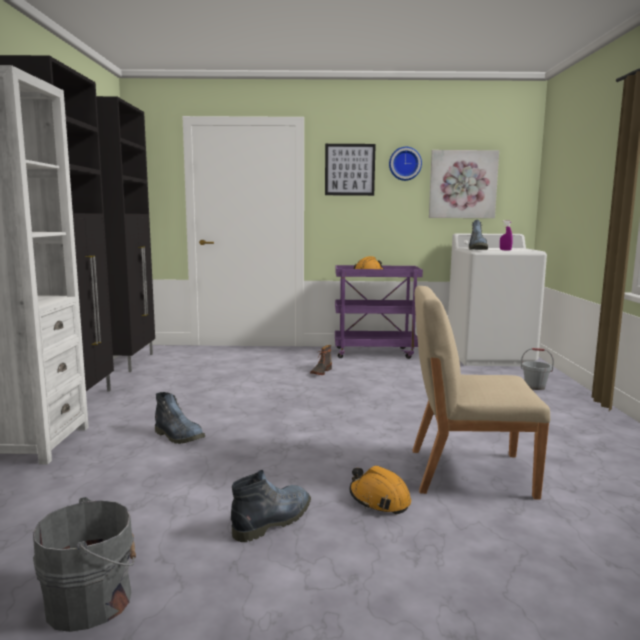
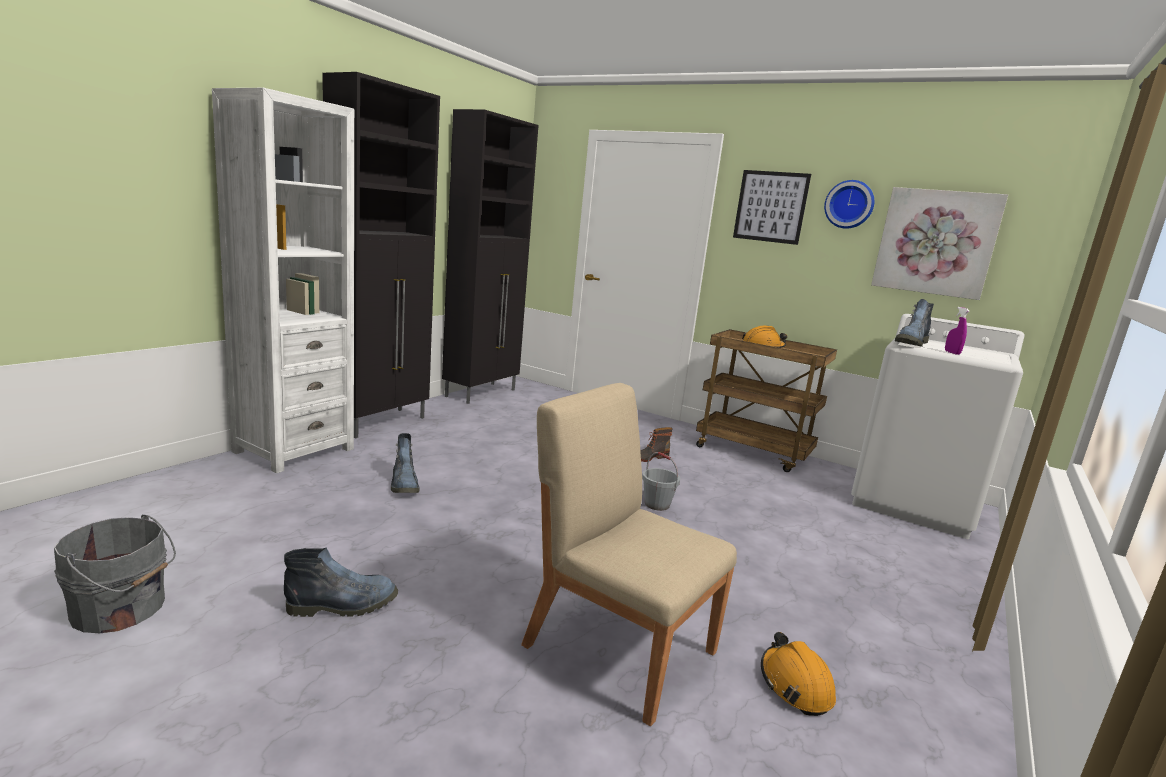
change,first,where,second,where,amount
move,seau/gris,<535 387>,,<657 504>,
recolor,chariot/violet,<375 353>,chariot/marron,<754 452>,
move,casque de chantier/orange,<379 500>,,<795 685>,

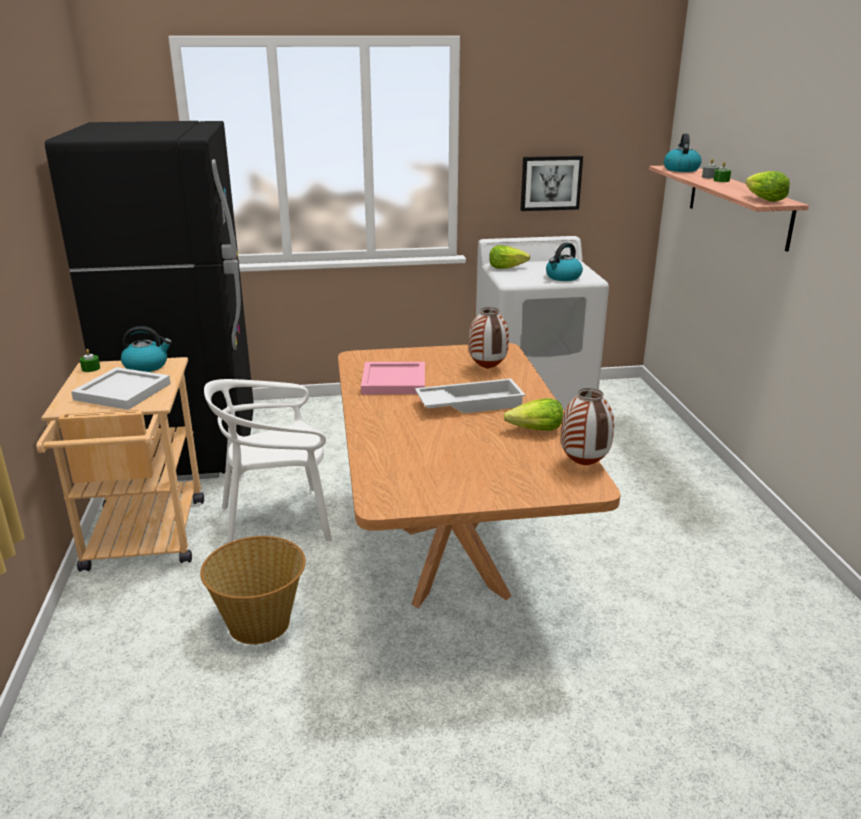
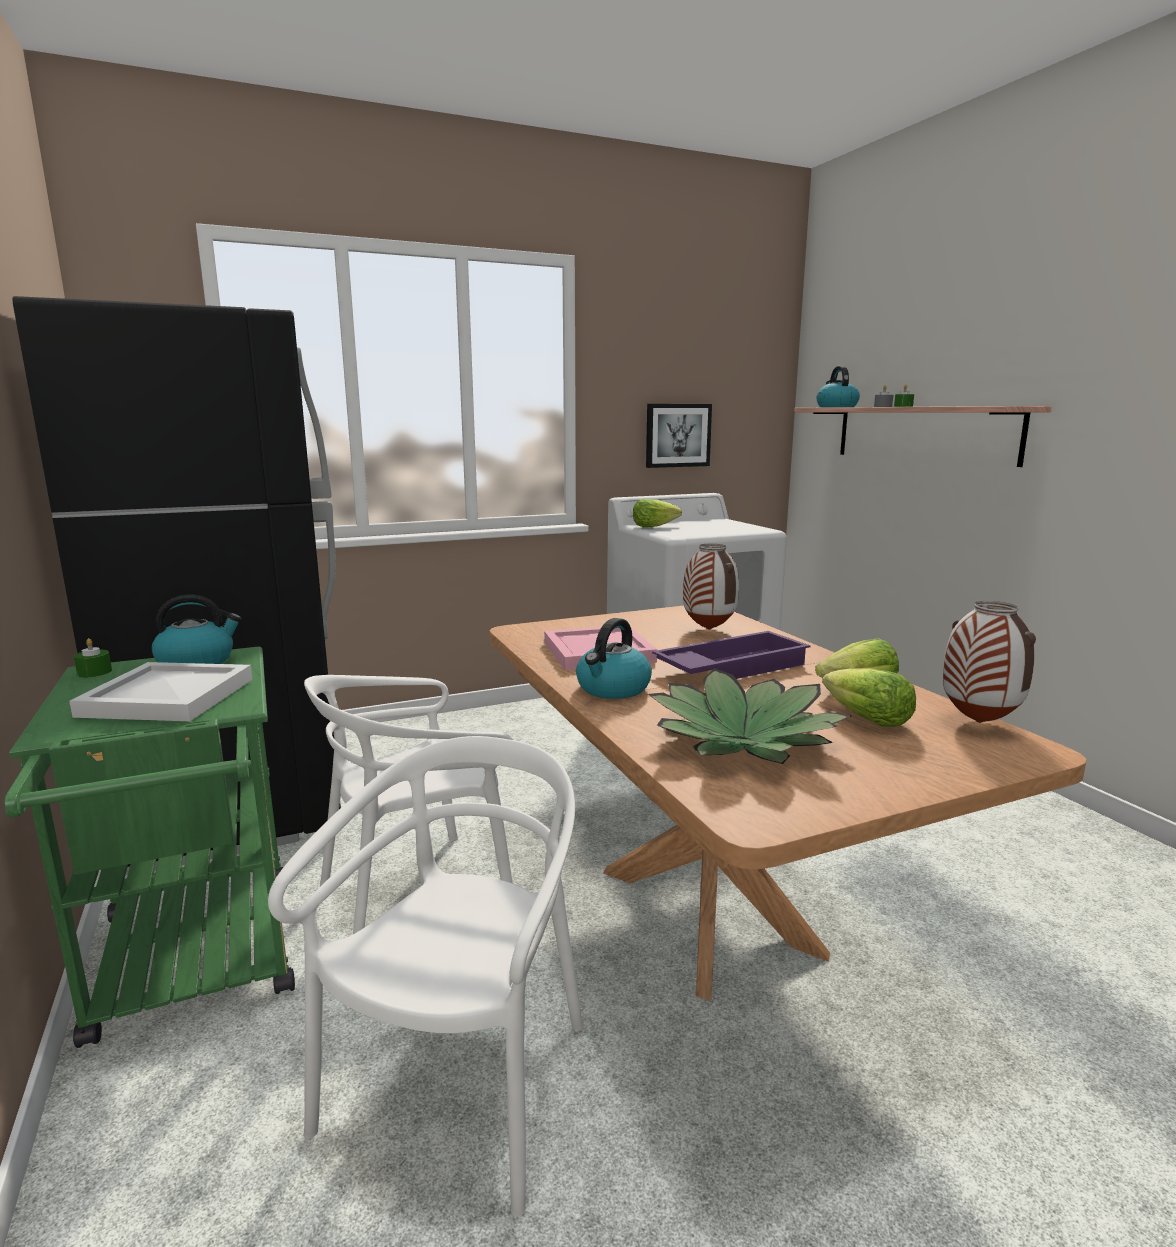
change,first,where,second,where,amount
recolor,chariot/beige,<144 542>,chariot/vert,<196 967>,
replace,panier,<260 622>,chaise/blanc,<462 1084>,
move,bouilloire,<563 277>,,<613 689>,
insert,,,plante en pot,<743 739>,
recolor,plateau/blanc,<470 403>,plateau/violet,<731 667>,
move,laitue,<763 199>,,<865 719>,

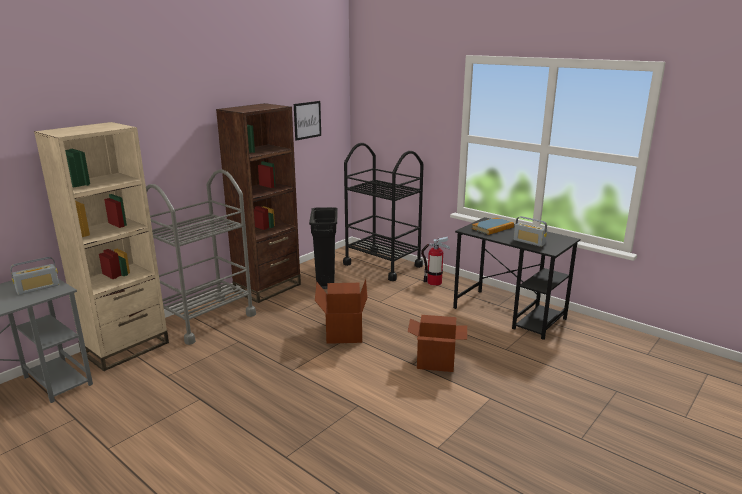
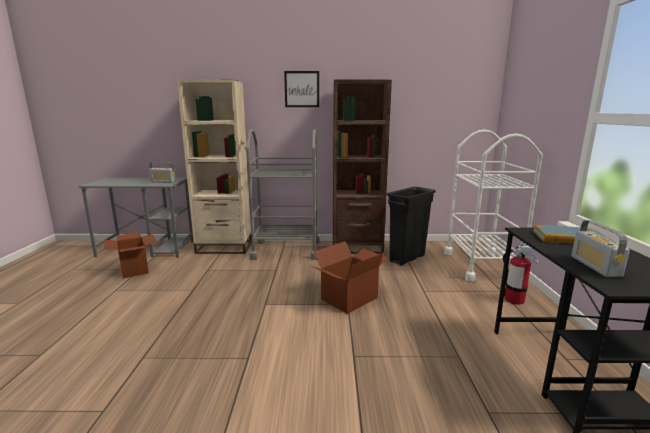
change,first,where,second,where,amount
move,carton,<436 362>,,<134 270>,
move,tableau,<307 120>,,<302 89>,
recolor,chariot/noir,<382 265>,chariot/blanc,<481 266>,

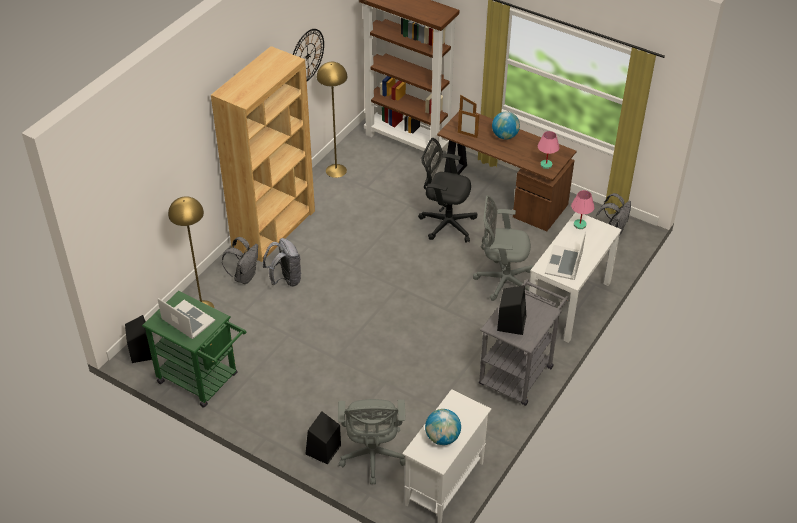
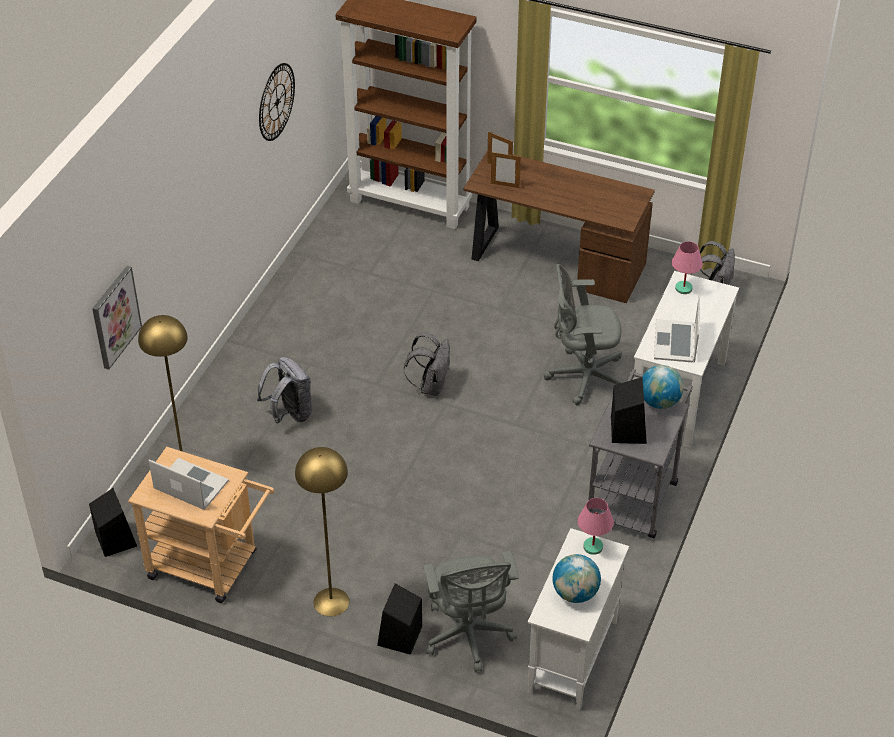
change,first,where,second,where,amount
insert,,,tableau,<115 317>,
recolor,chariot/vert,<203 380>,chariot/beige,<211 567>,
move,lampadaire/jaune,<336 170>,,<331 602>,
move,sac à dos/gris,<244 276>,,<431 386>,
move,lampe de table/rose,<546 165>,,<593 547>,
move,globe,<505 136>,,<659 402>,
delete,bibliothèque/marron,<274 229>,,,
delete,chaise de bureau/noir,<445 223>,,,

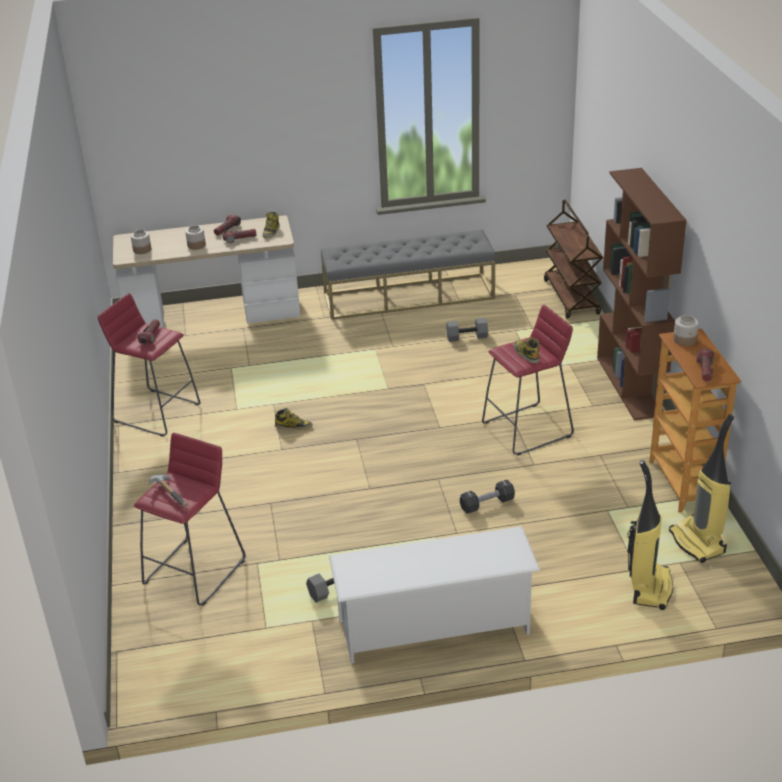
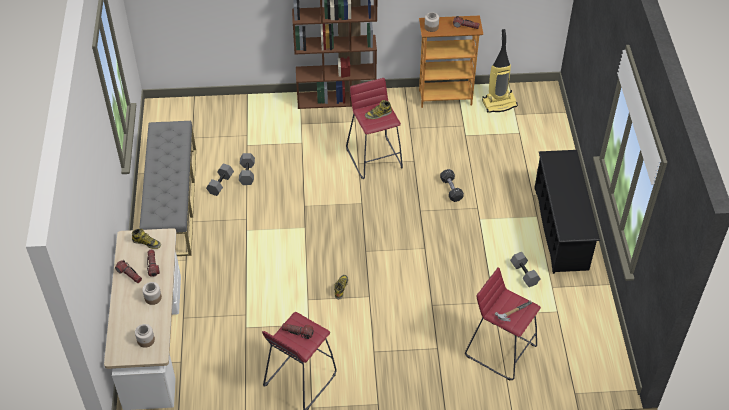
change,first,where,second,where,amount
insert,,,haltère/gris,<220 183>,
recolor,étagère à chaussures/blanc,<434 627>,étagère à chaussures/noir,<561 228>,
delete,chariot/marron,<572 297>,,,
delete,aspirateur,<649 587>,,,

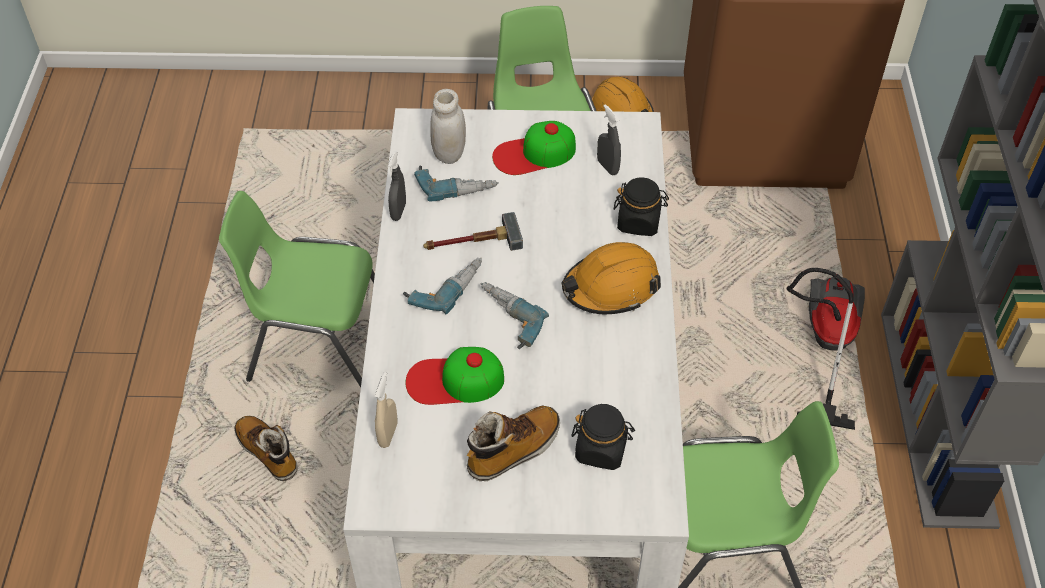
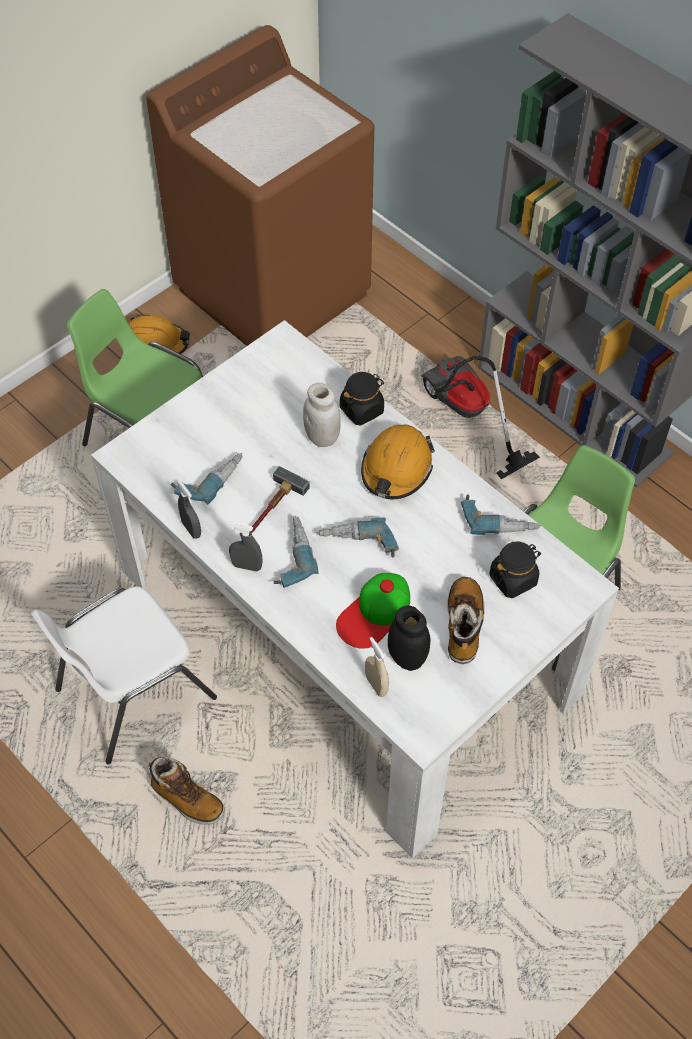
change,first,where,second,where,amount
recolor,chaise/vert,<319 346>,chaise/blanc,<132 693>,
rotate,botte,<268 452>,,<187 799>,150 degrees counterclockwise
move,vaporisateur/gris,<607 167>,,<247 566>,
move,bocal/blanc,<449 154>,,<322 437>,
insert,,,bocal/noir,<407 657>,
insert,,,perceuse,<499 519>,
delete,casquette,<534 154>,,,

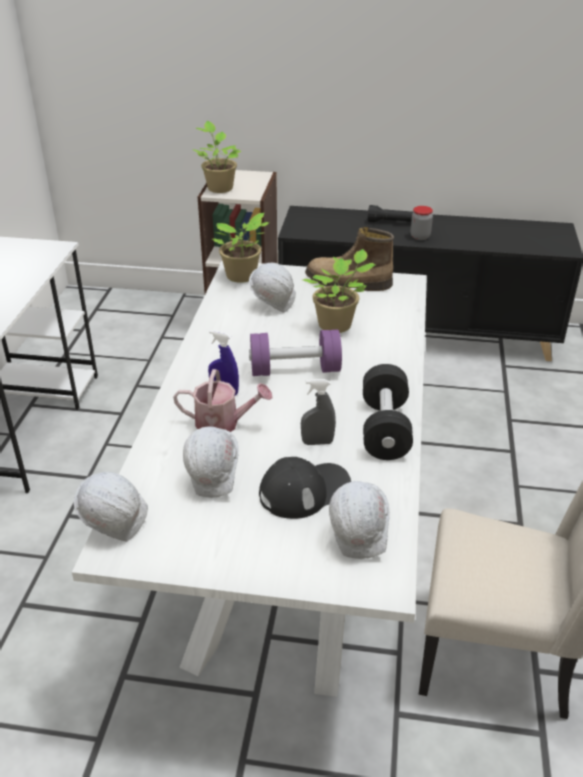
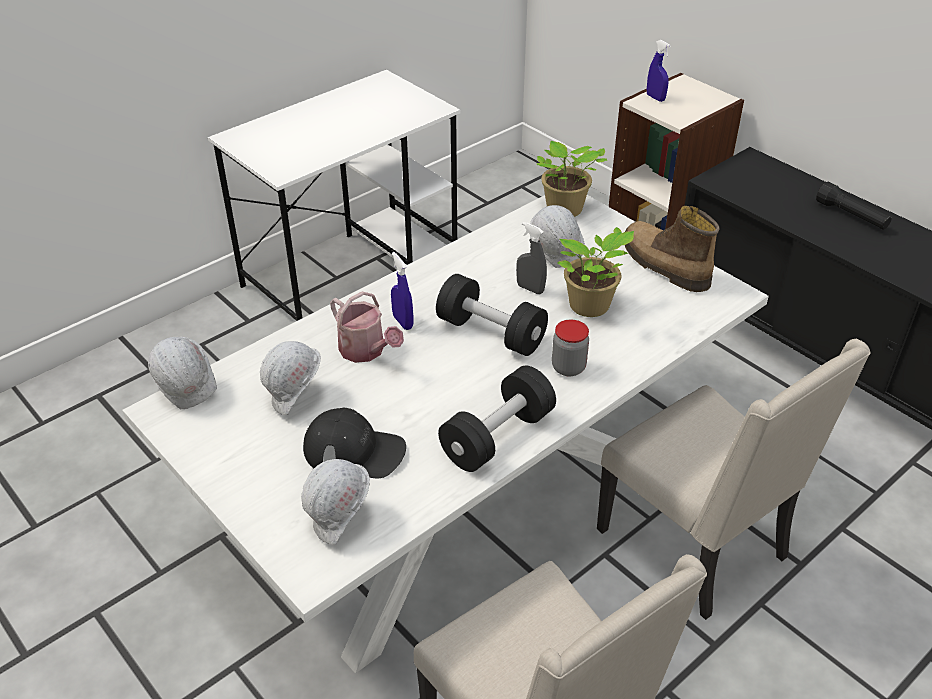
change,first,where,second,where,amount
recolor,haltère/violet,<295 370>,haltère/noir,<491 333>,
move,vaporisateur/gris,<317 442>,,<530 289>,
move,bocal,<420 237>,,<568 367>,
insert,,,chaise/beige,<696 545>,
replace,plante en pot,<219 187>,vaporisateur/bleu,<655 98>,

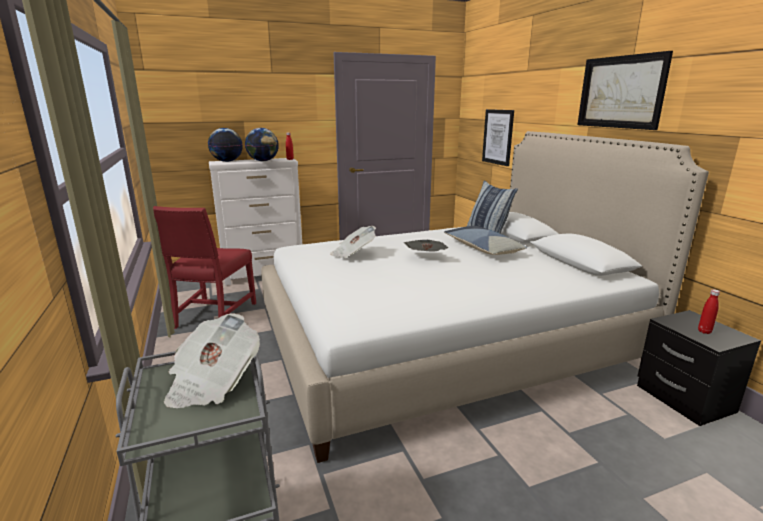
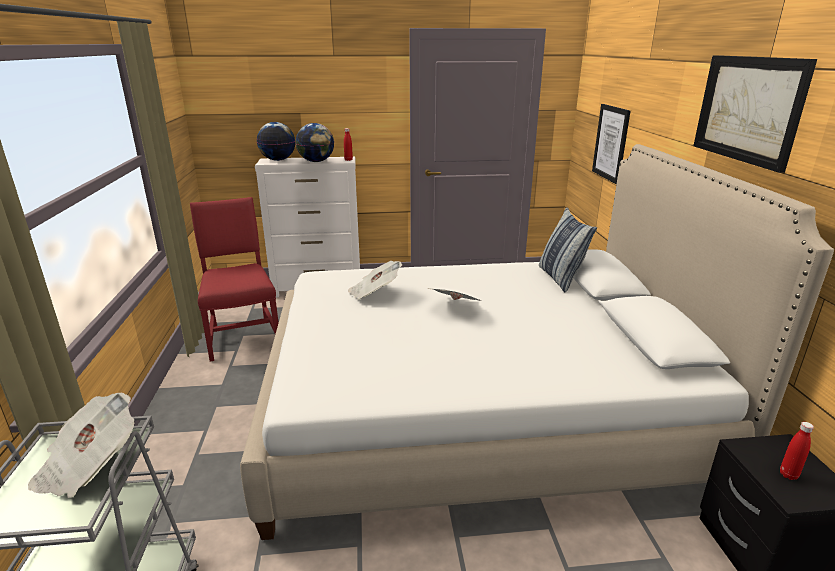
change,first,where,second,where,amount
rotate,chaise/rouge,<213 316>,,<243 335>,135 degrees clockwise
delete,coussin,<482 248>,,,

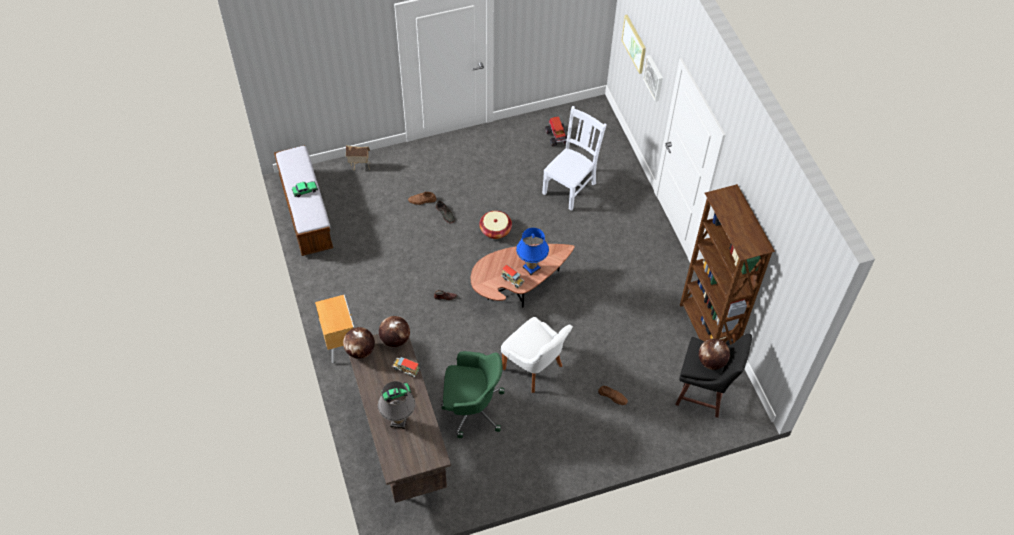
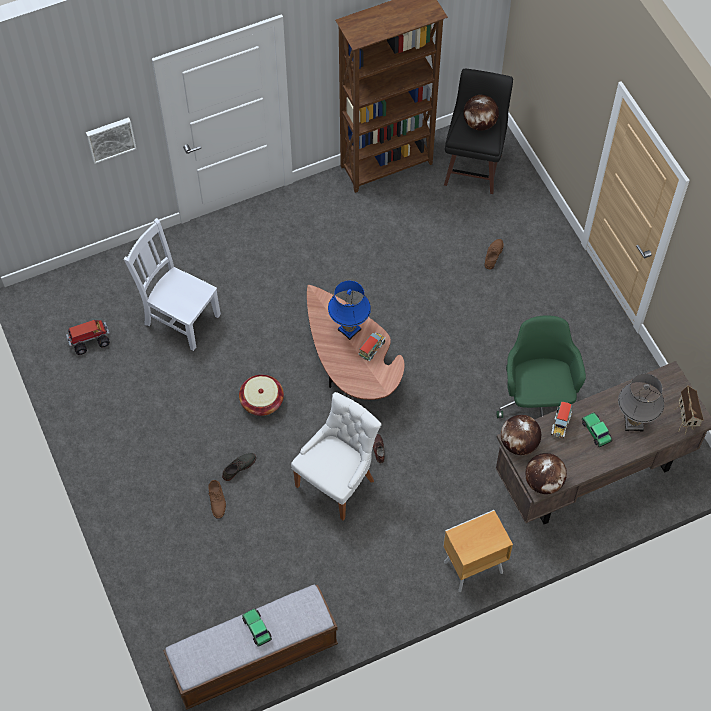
change,first,where,second,where,amount
move,chaise/blanc,<534 368>,,<337 481>,
move,maison miniature,<359 167>,,<685 422>,
delete,tableau,<634 43>,,,

